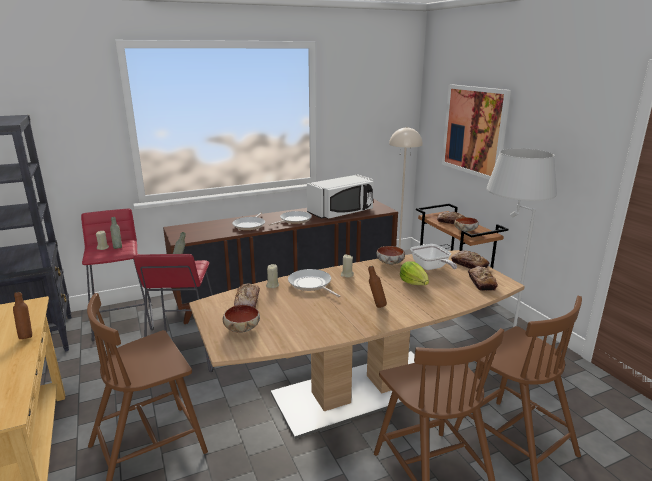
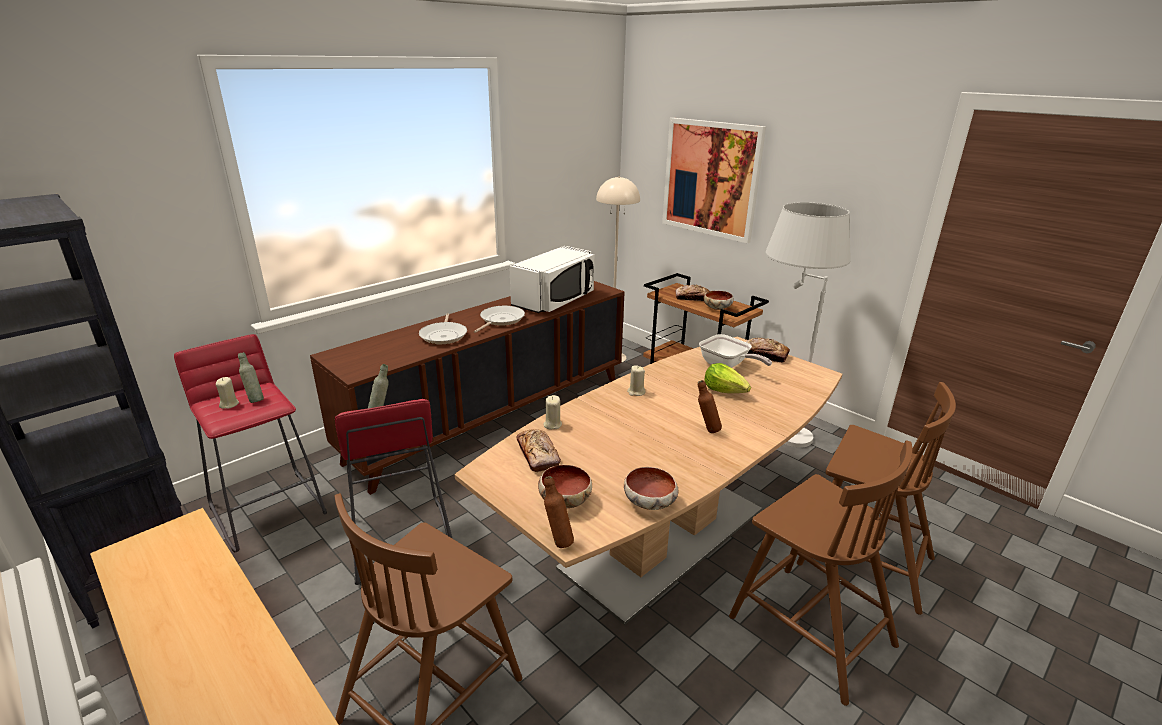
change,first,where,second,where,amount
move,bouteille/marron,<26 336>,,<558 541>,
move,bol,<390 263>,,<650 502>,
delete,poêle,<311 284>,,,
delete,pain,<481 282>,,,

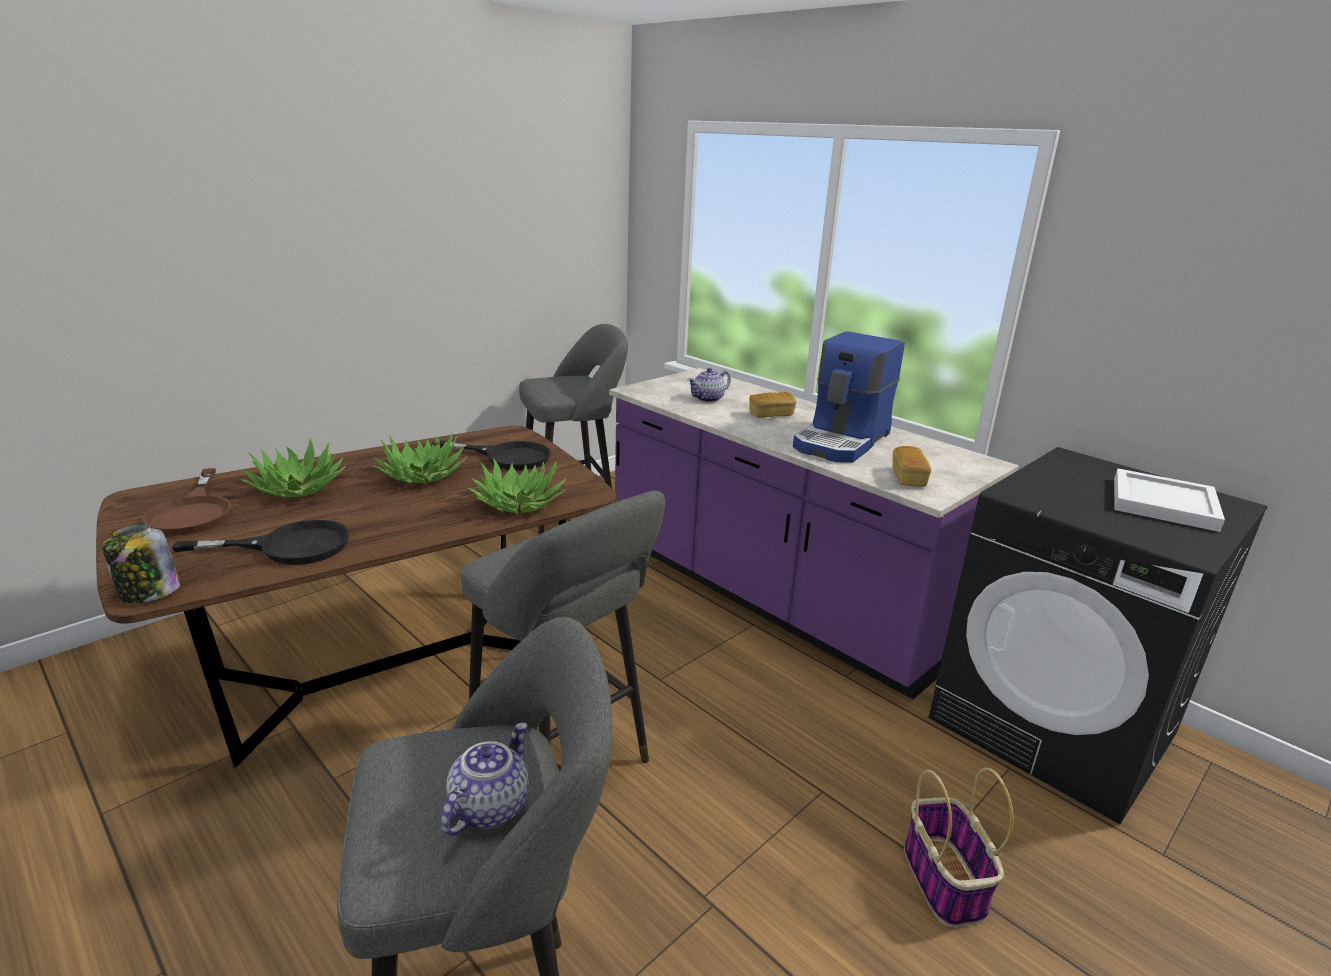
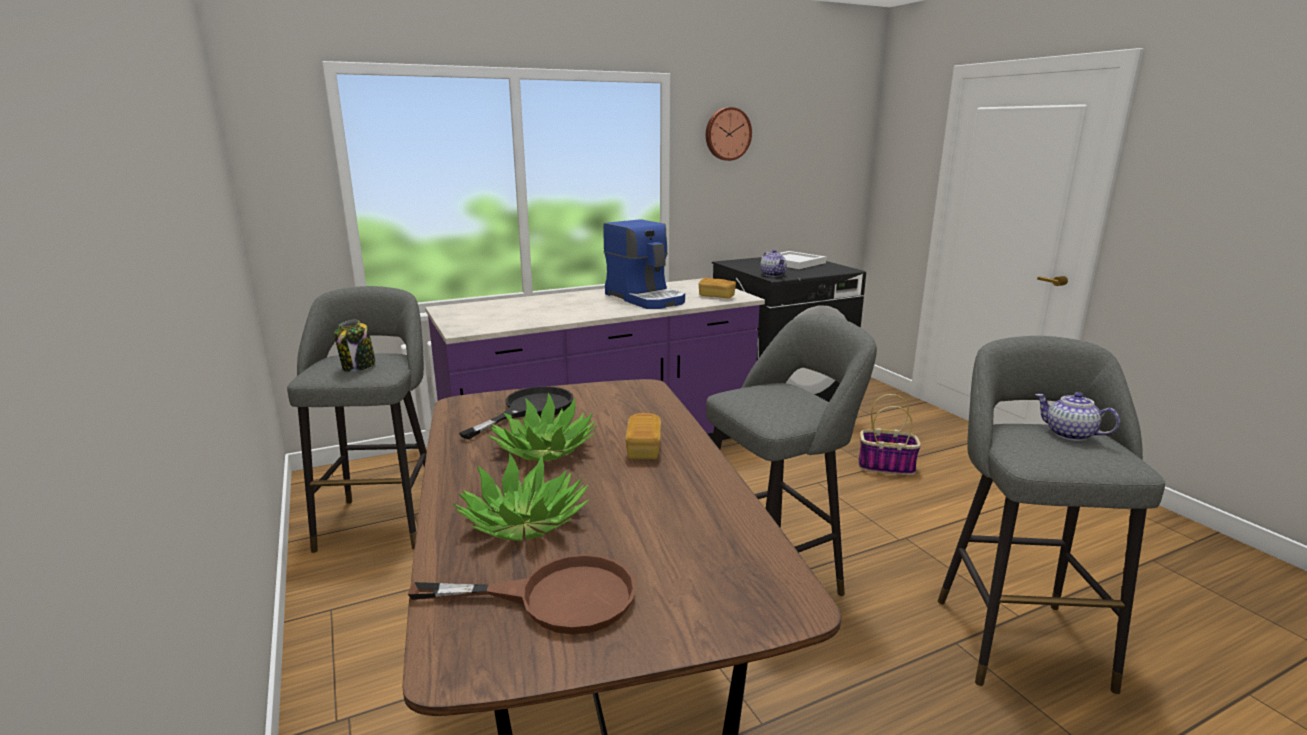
change,first,where,second,where,amount
move,bocal,<148 593>,,<358 366>,
move,pain,<771 415>,,<643 449>,
insert,,,horloge murale,<727 134>,
move,théière,<708 399>,,<773 275>,
delete,poêle/noir,<289 546>,,,
delete,plante en pot,<519 503>,,,

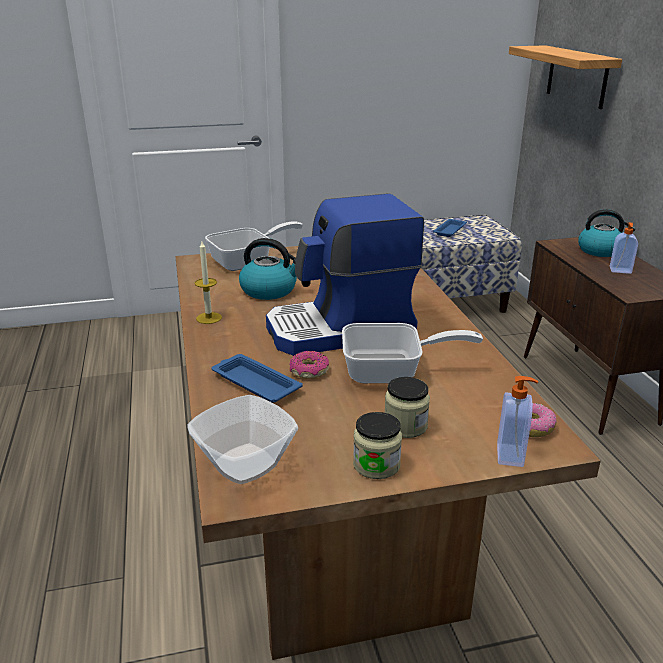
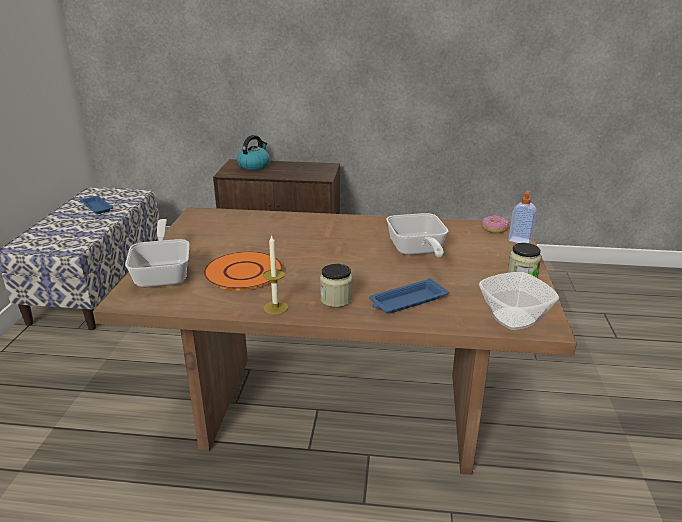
change,first,where,second,where,amount
replace,bouilloire,<269 290>,assiette/orange,<243 272>,
move,bocal,<405 426>,,<336 299>,
rotate,poêle,<392 372>,,<416 251>,150 degrees clockwise
delete,machine à café,<341 330>,,,
delete,beignet,<309 371>,,,
delete,étagère,<577 76>,,,
delete,distributeur de savon,<620 270>,,,

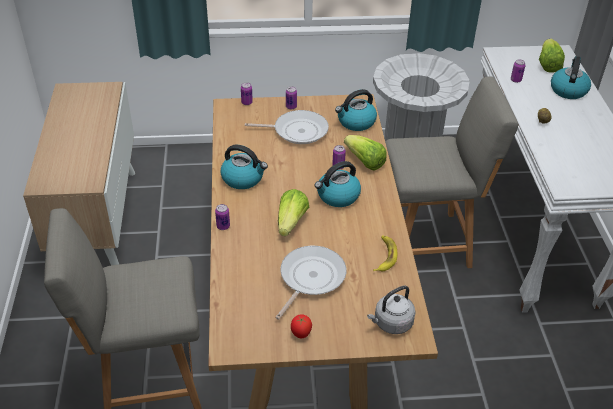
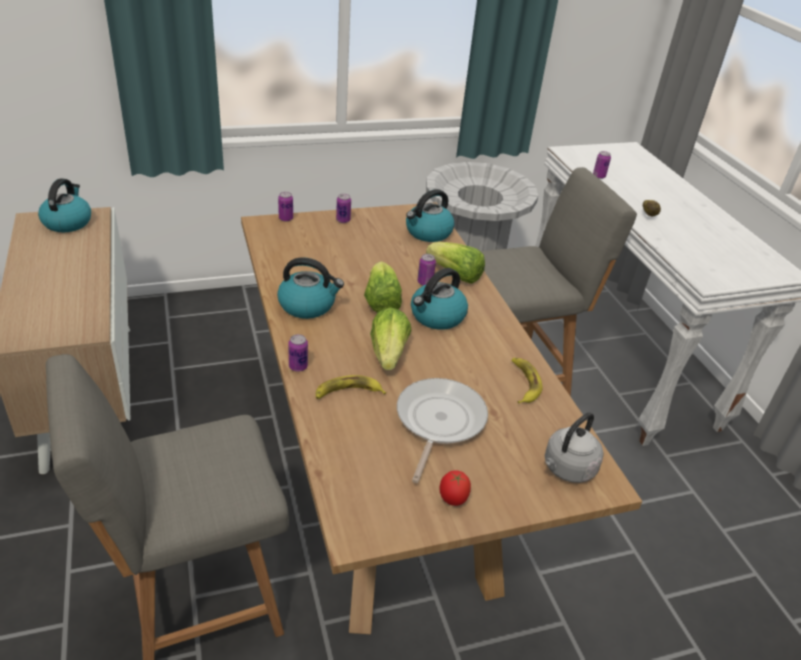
change,first,where,second,where,amount
move,bouilloire,<568 90>,,<67 222>,
insert,,,banane,<348 392>,
move,laitue,<548 65>,,<381 301>,
delete,poêle,<297 131>,,,

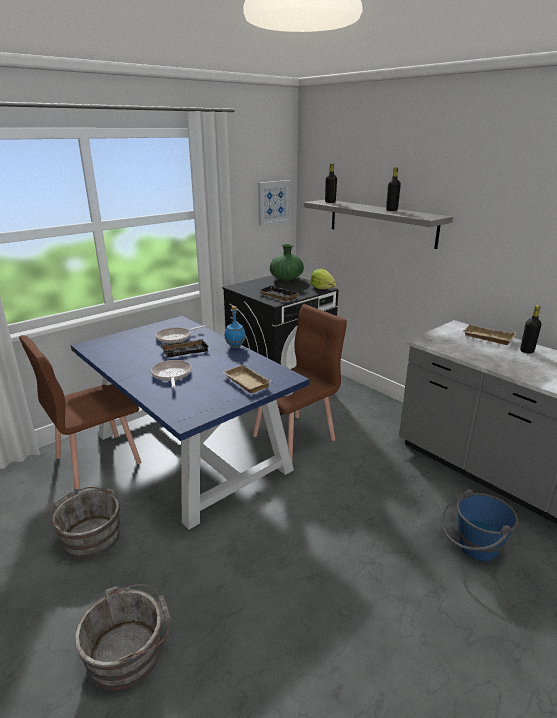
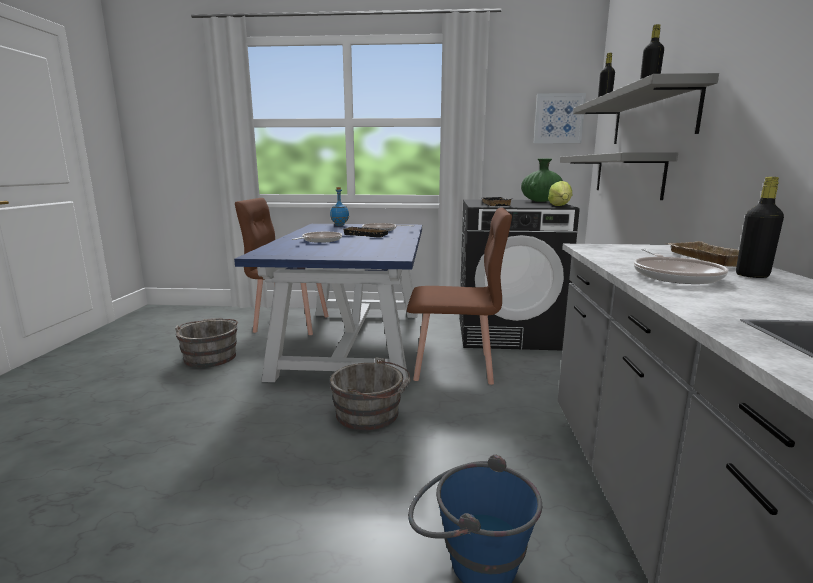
change,first,where,second,where,amount
move,seau/gris,<130 652>,,<371 414>,
move,bouteille/bleu,<235 346>,,<340 225>,
insert,,,étagère/gris,<627 174>,
insert,,,poêle,<674 275>,
delete,plateau/beige,<245 382>,,,

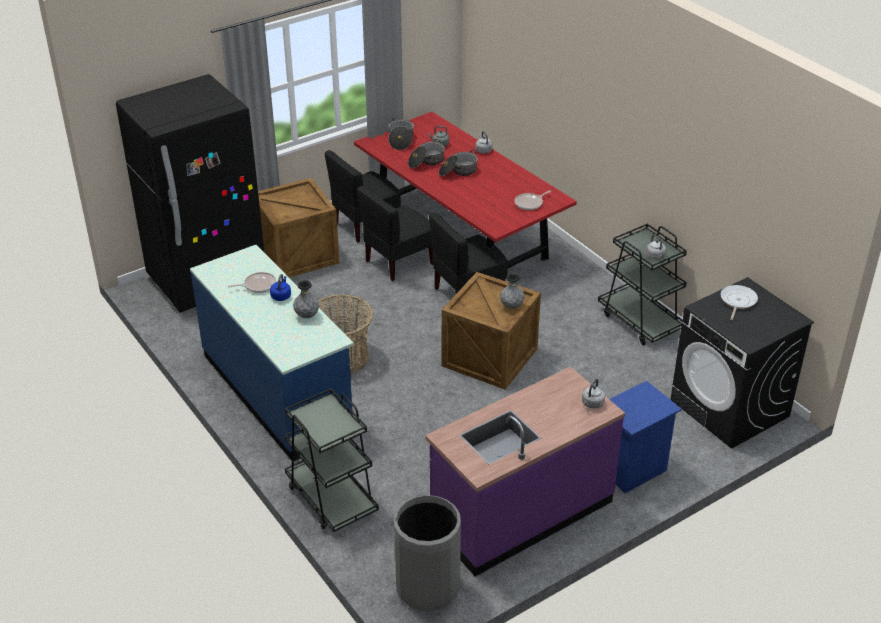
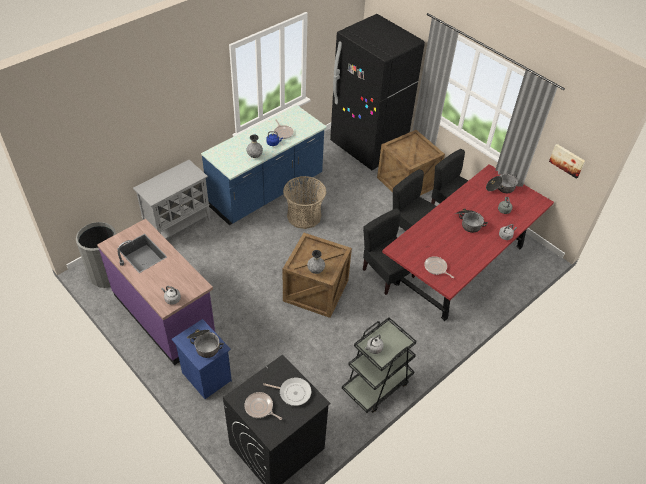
change,first,where,second,where,amount
replace,chariot/noir,<331 498>,meuble de rangement/gris,<178 226>,
move,marmite,<426 161>,,<204 345>,
insert,,,poêle,<260 408>,
insert,,,tableau,<567 160>,

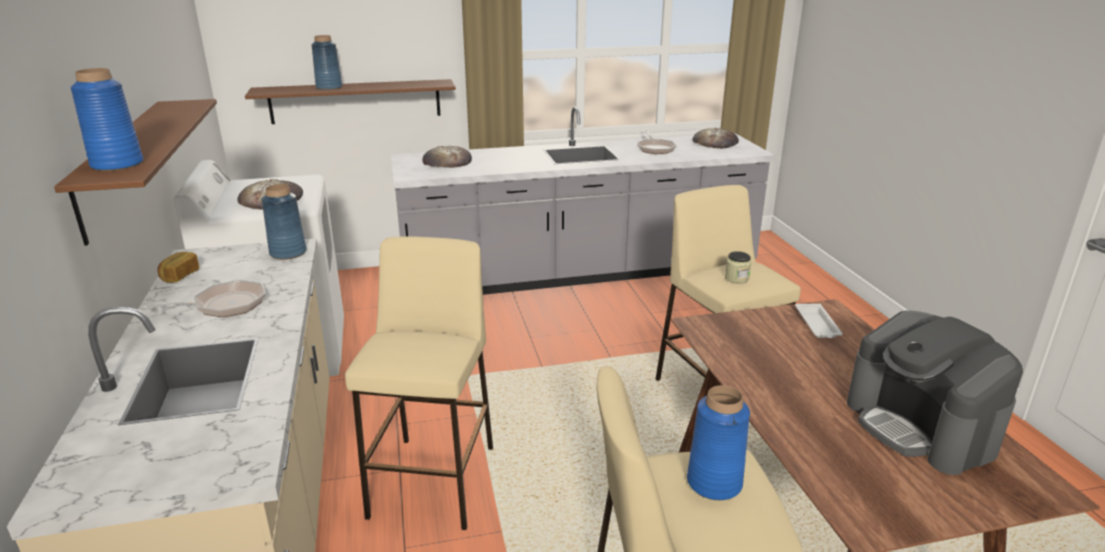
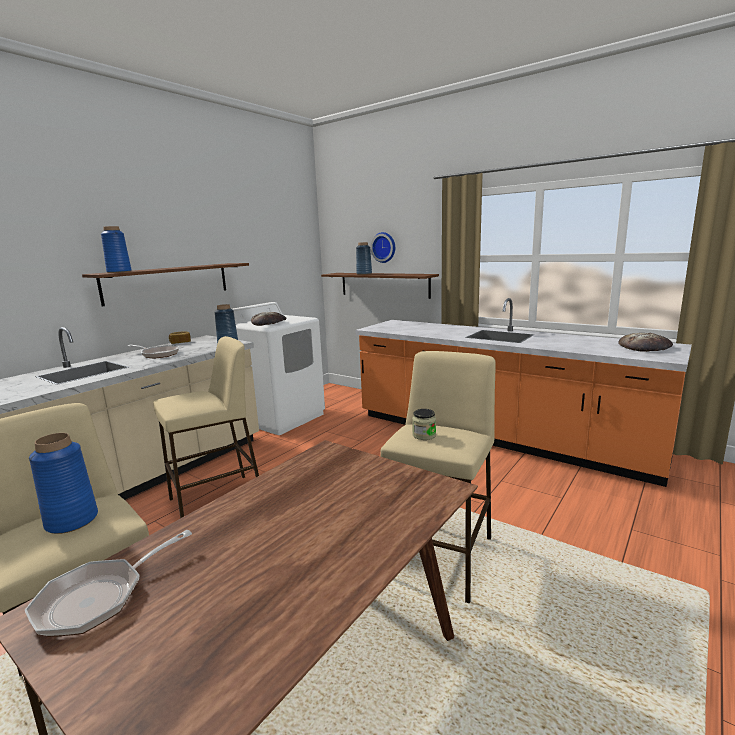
change,first,where,second,where,amount
move,poêle,<655 148>,,<99 598>,
recolor,comptoir de cuisine/gris,<580 273>,comptoir de cuisine/orange,<496 437>,
insert,,,horloge murale,<384 247>,
delete,pain,<447 161>,,,
delete,plateau/blanc,<817 325>,,,
delete,machine à café,<920 426>,,,

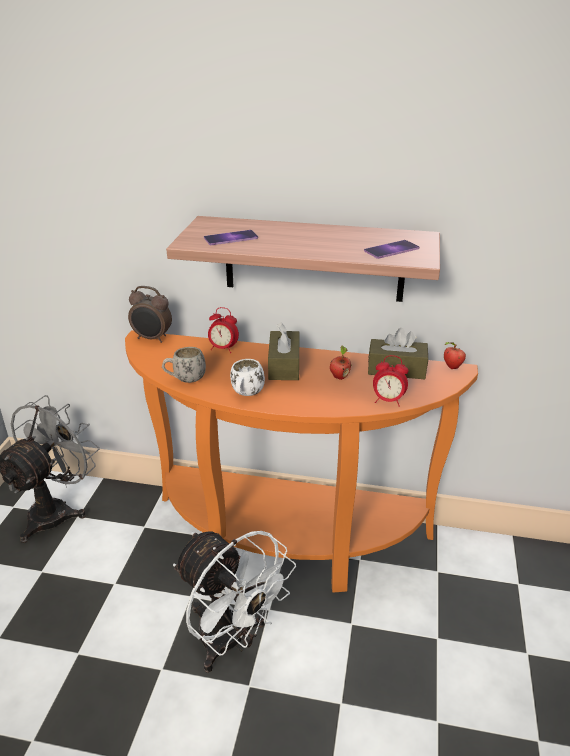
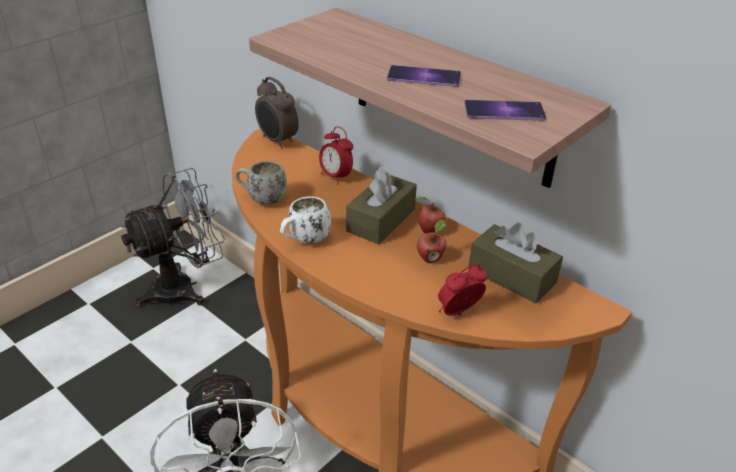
change,first,where,second,where,amount
move,téléphone,<231 238>,,<424 76>,
move,pomme,<452 367>,,<428 231>,
rotate,réveil,<388 401>,,<458 313>,105 degrees clockwise

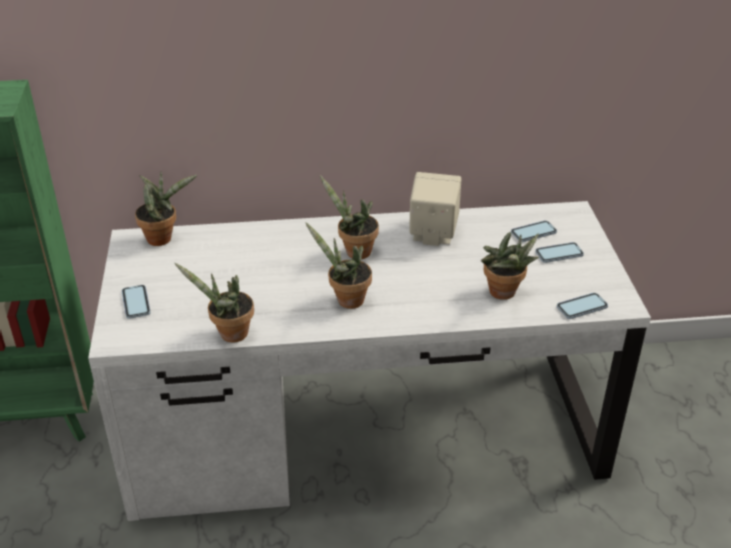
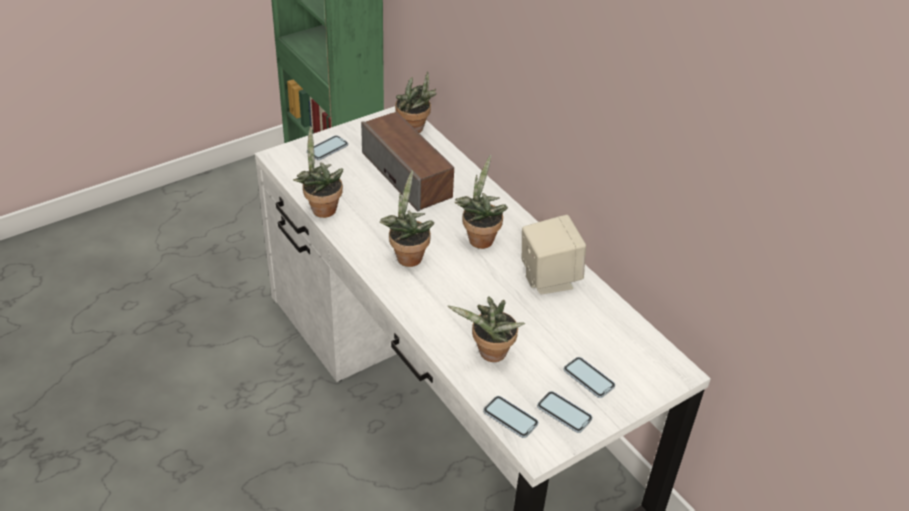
change,first,where,second,where,amount
insert,,,enceinte,<407 175>,
move,téléphone,<533 233>,,<564 413>,

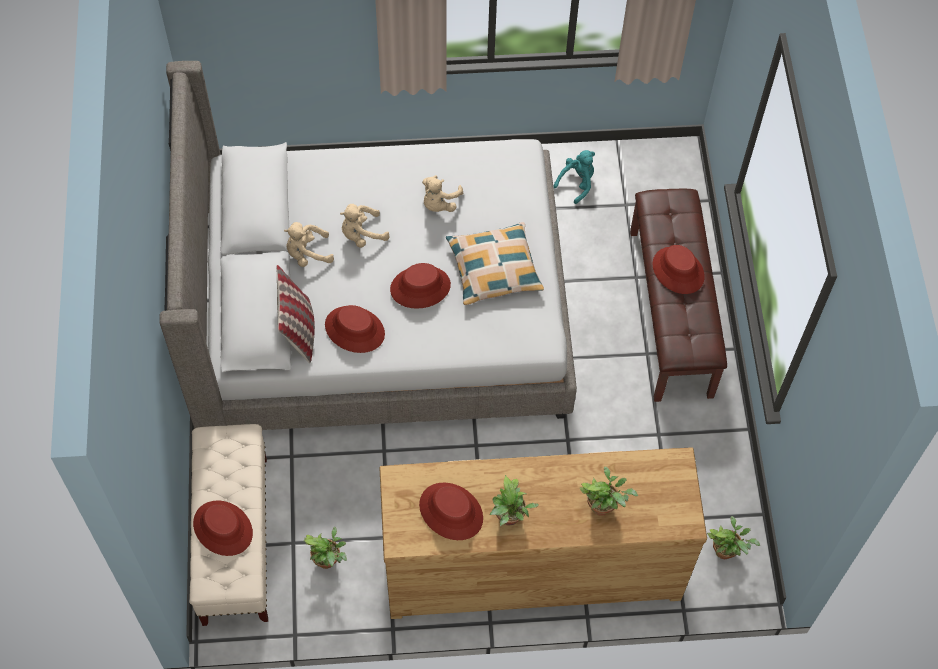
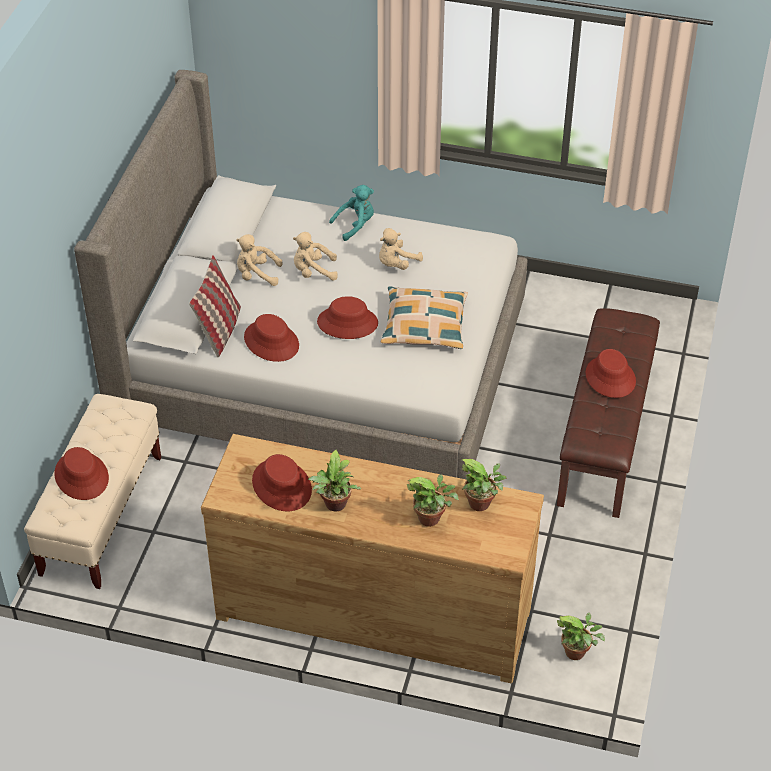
change,first,where,second,where,amount
move,peluche/turquoise,<577 183>,,<355 225>,
move,plante en pot,<329 560>,,<482 504>,

